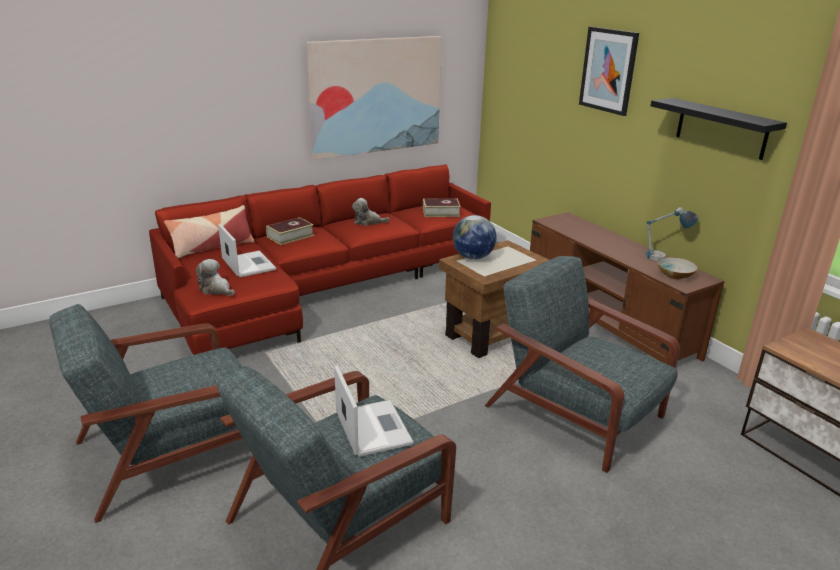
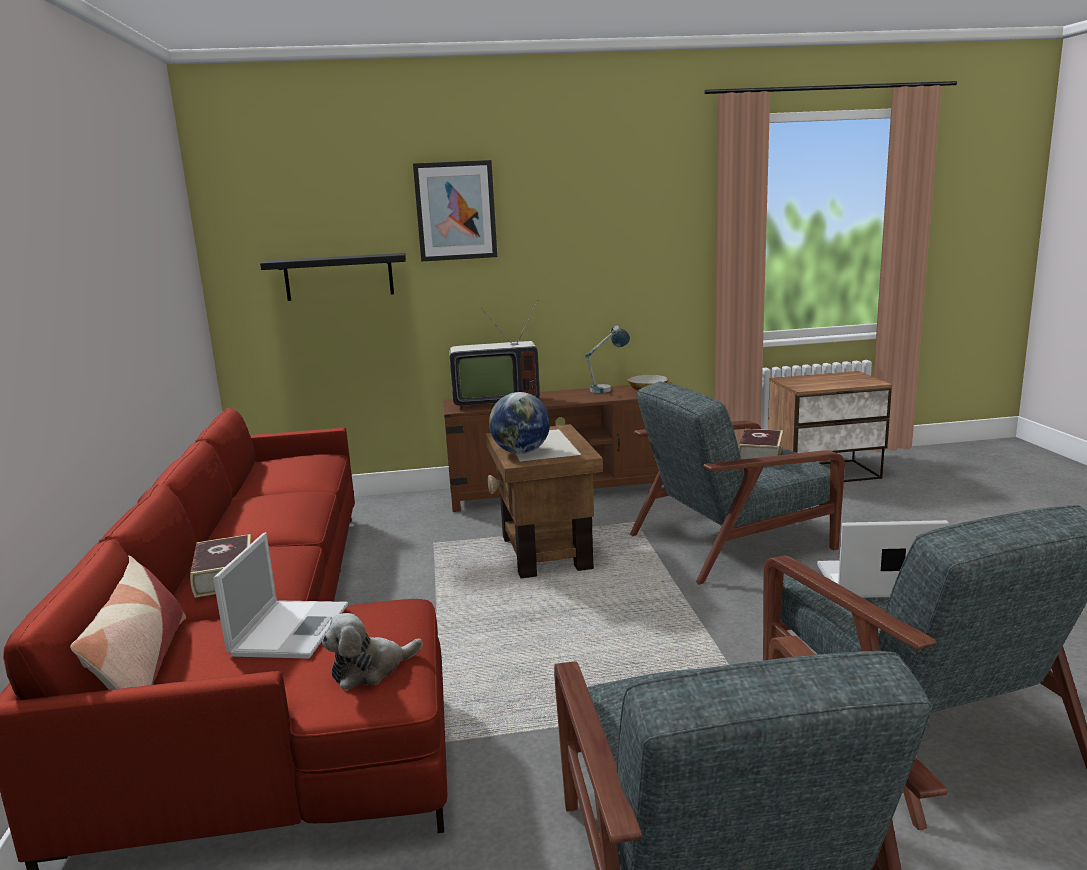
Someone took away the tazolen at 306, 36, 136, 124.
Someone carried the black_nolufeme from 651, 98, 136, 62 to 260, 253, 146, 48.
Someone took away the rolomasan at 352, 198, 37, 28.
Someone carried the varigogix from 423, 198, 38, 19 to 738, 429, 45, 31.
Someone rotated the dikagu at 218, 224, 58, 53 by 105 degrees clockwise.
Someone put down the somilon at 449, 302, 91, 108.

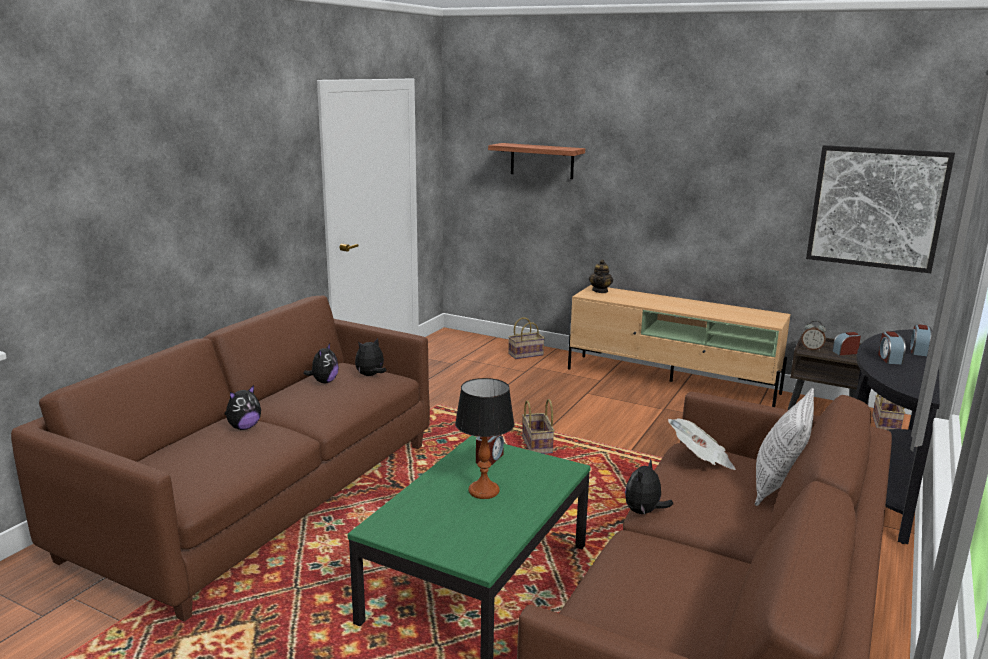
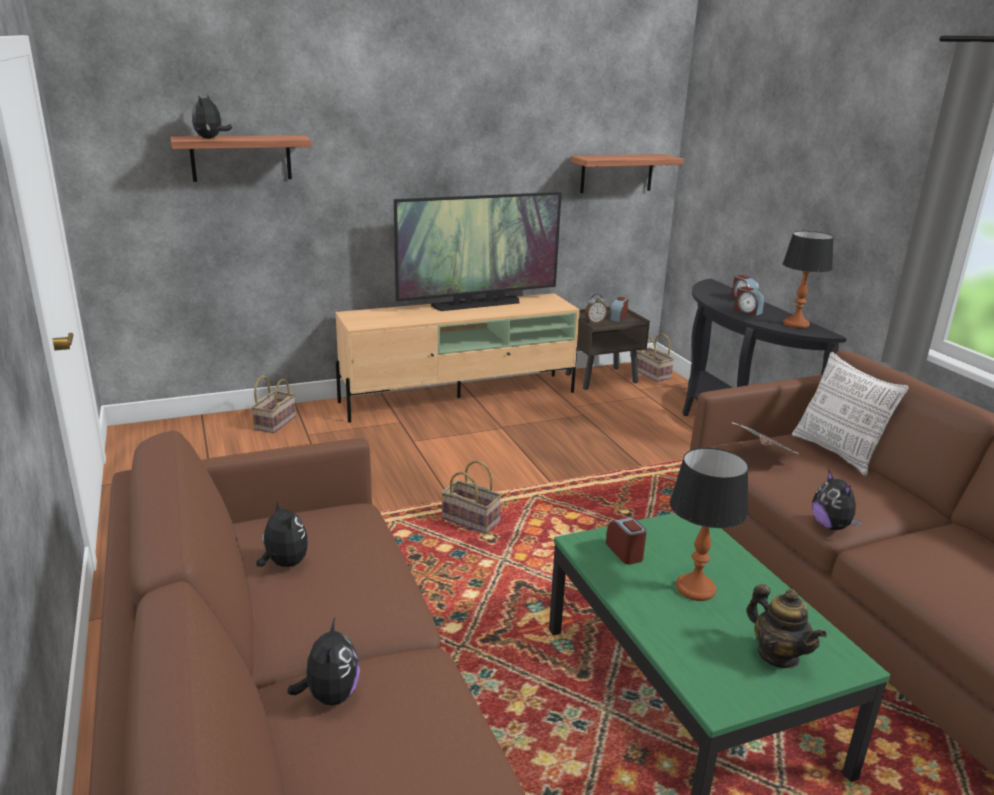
Someone swapped the tazolen at 806, 145, 149, 128 for the nolufeme at 570, 154, 114, 39.
Someone carried the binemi from 589, 259, 24, 34 to 747, 584, 80, 84.
Someone carried the rolomasan from 355, 338, 32, 38 to 192, 94, 40, 45.
Someone put down the somilon at 394, 192, 168, 119.
Someone put down the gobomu at 783, 231, 51, 97.

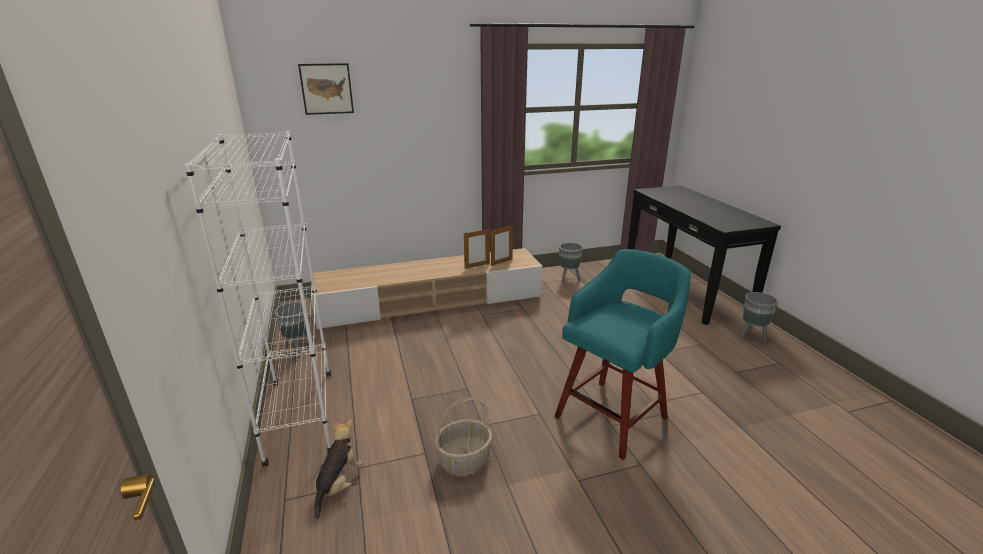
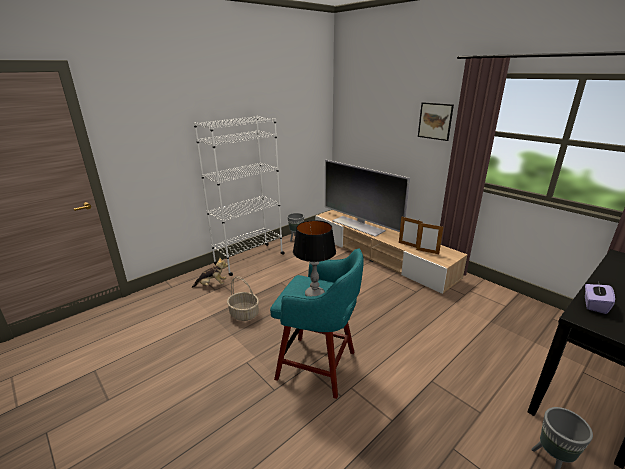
Someone carried the tazolen from 298, 63, 56, 52 to 418, 102, 36, 39.
Someone took away the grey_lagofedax at 559, 243, 24, 40.
Someone put down the somilon at 325, 159, 85, 78.
Someone put down the gobomu at 293, 220, 43, 76.
Someone put down the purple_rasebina at 585, 284, 30, 30.

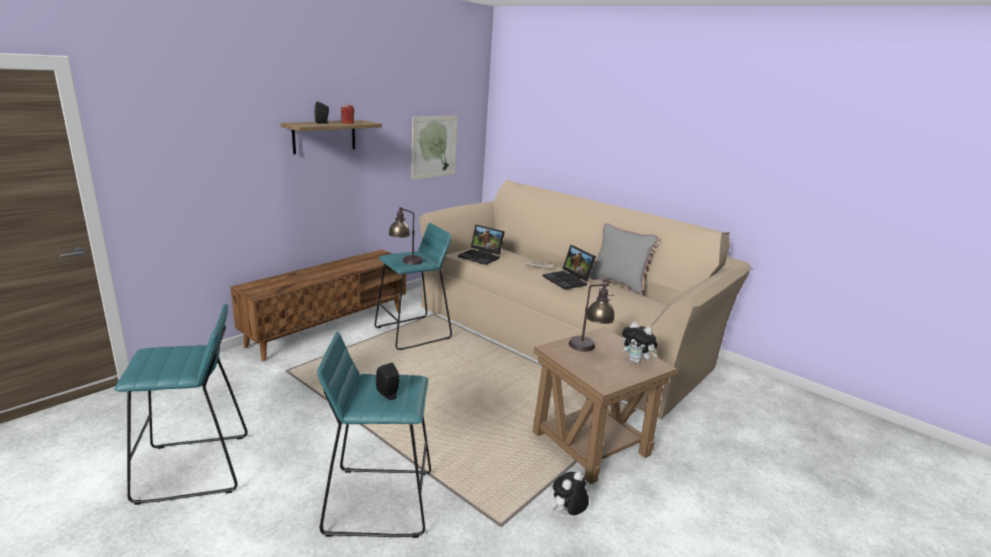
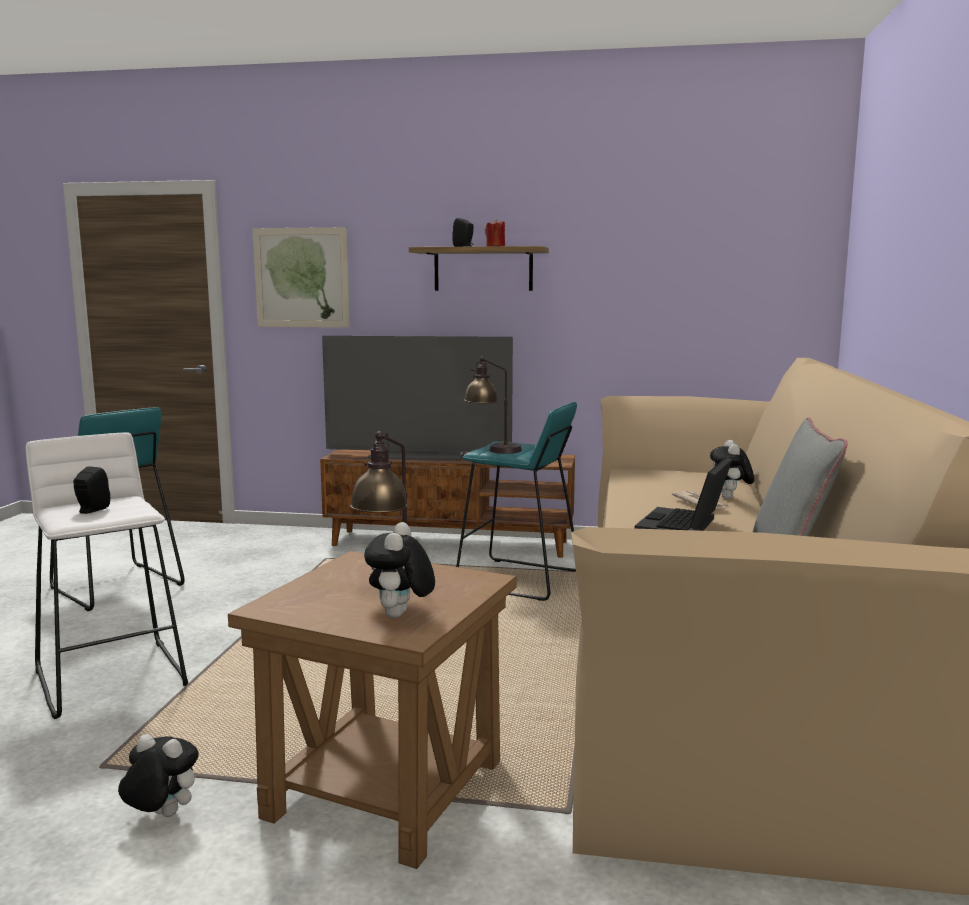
Someone carried the tazolen from 411, 115, 46, 65 to 253, 227, 97, 101.
Someone took away the dikagu at 458, 224, 47, 41.
Someone repainted the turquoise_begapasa at 317, 332, 114, 206, which became the white_begapasa at 26, 432, 162, 287.
Someone put down the somilon at 322, 336, 191, 125.
Someone put down the rolomasan at 710, 440, 44, 59.

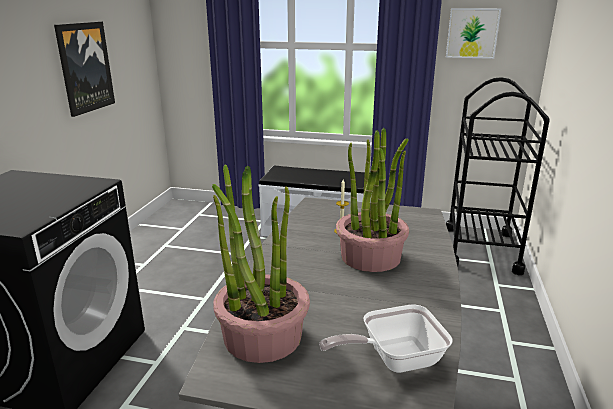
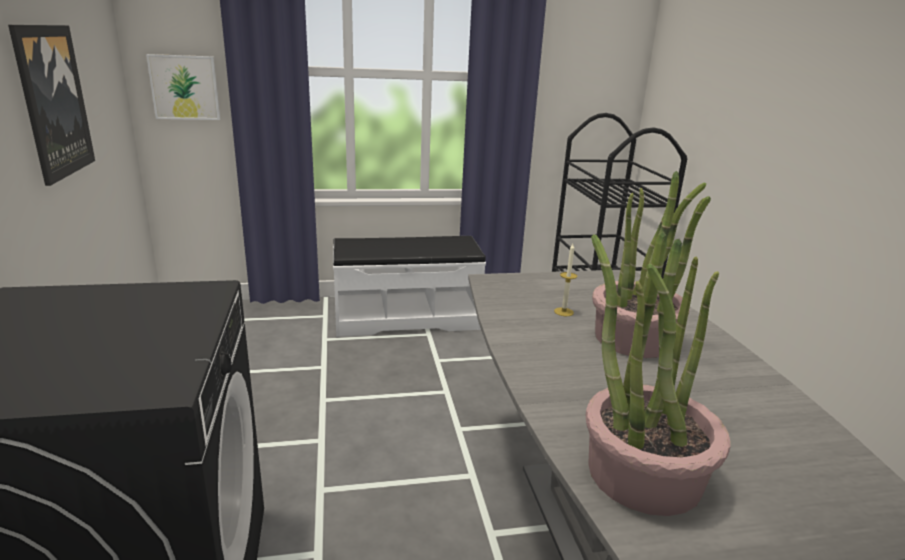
Someone carried the tazolen from 446, 8, 55, 51 to 146, 54, 74, 66.
Someone took away the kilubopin at 319, 304, 134, 69.

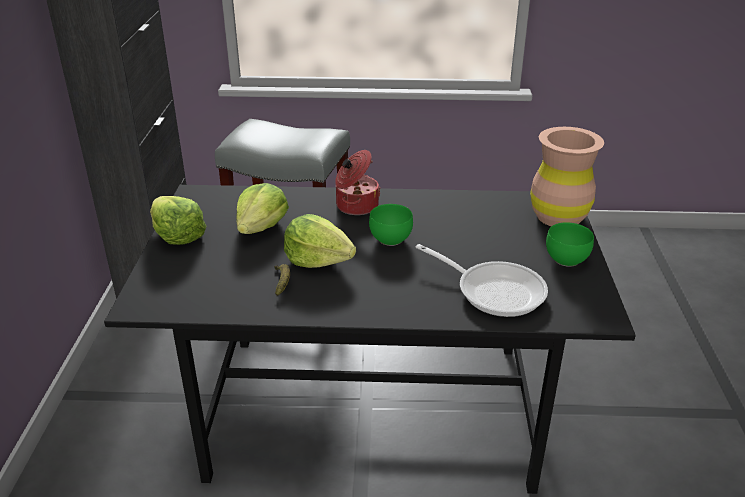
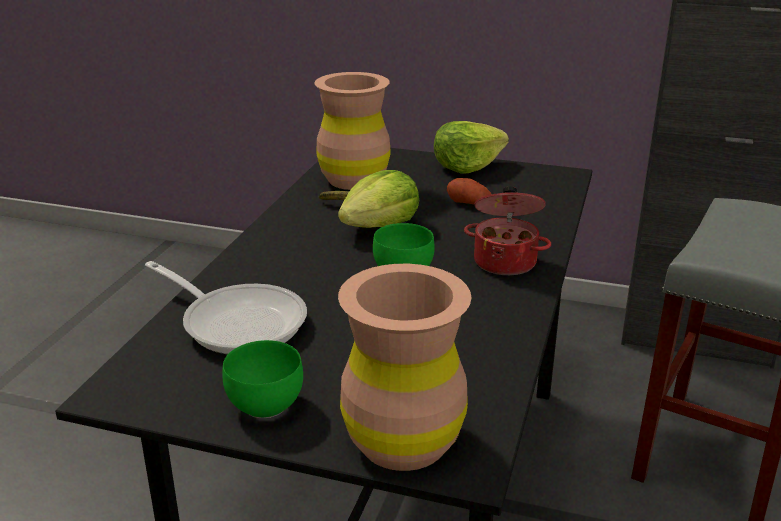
Someone swapped the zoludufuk at 236, 183, 53, 51 for the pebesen at 447, 178, 44, 26.
Someone rotated the kilubopin at 416, 244, 132, 73 by 105 degrees counterclockwise.
Someone put down the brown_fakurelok at 314, 72, 77, 118.

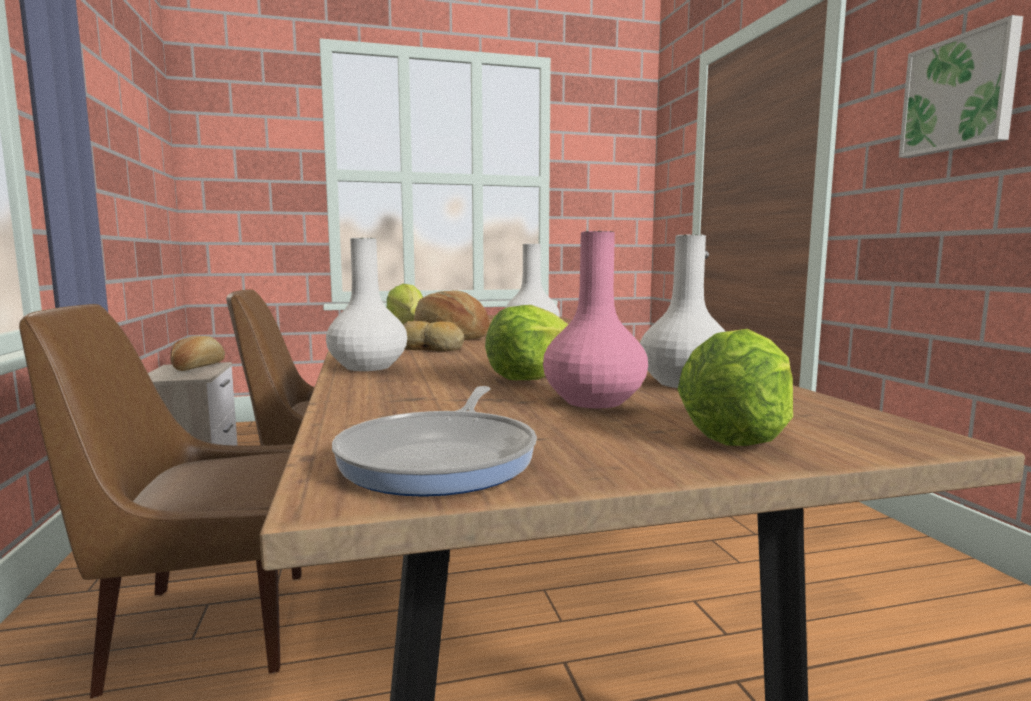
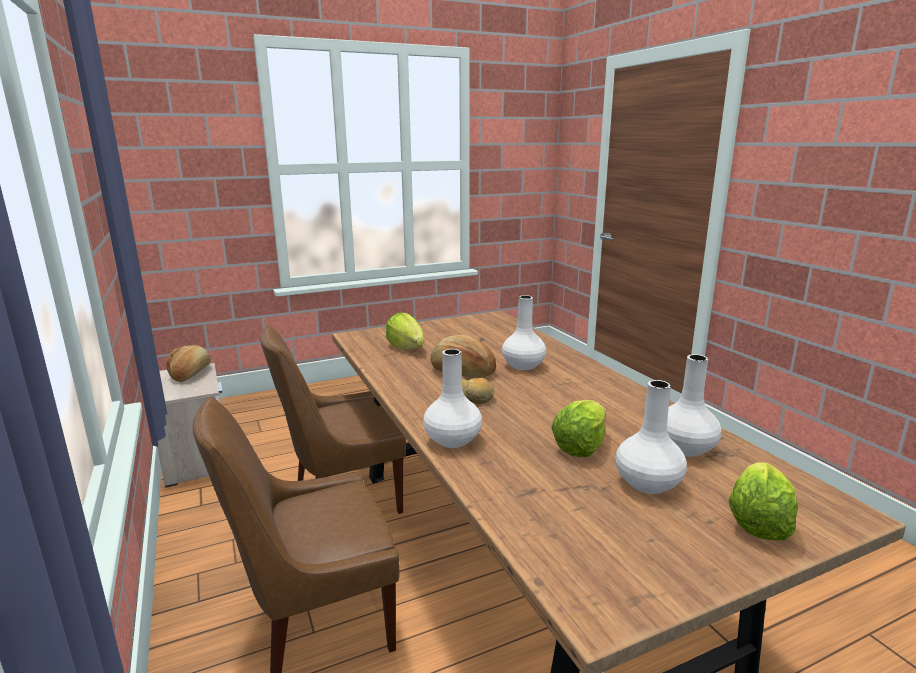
Someone took away the tazolen at 899, 15, 124, 143.
Someone repainted the pink_fakurelok at 543, 231, 105, 177, which became the white_fakurelok at 615, 380, 72, 114.
Someone took away the kilubopin at 332, 386, 205, 111.

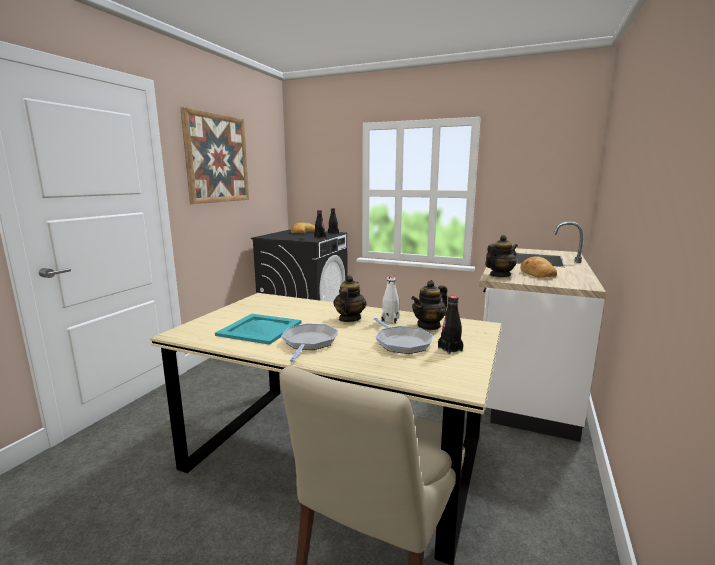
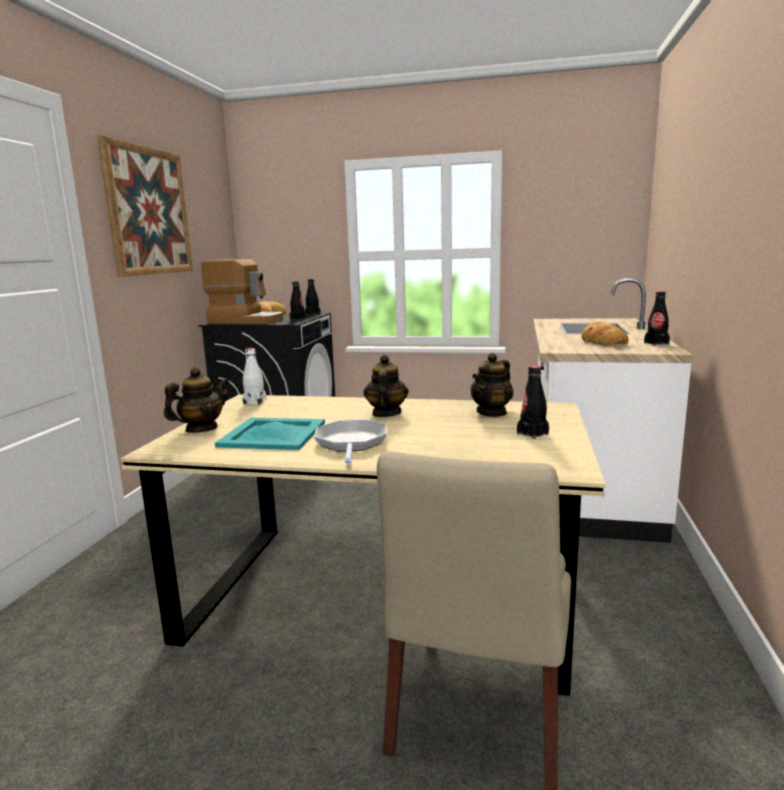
Someone carried the binemi from 485, 235, 33, 42 to 164, 367, 65, 66.
Someone carried the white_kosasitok from 381, 275, 18, 48 to 243, 348, 23, 57.
Someone took away the kilubopin at 374, 318, 59, 36.
Someone put down the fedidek at 201, 259, 82, 65.
Someone put down the black_kosasitok at 644, 291, 26, 55.

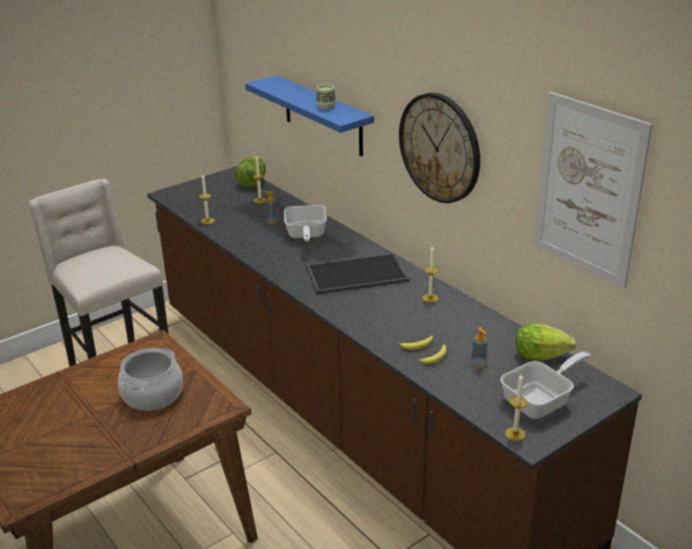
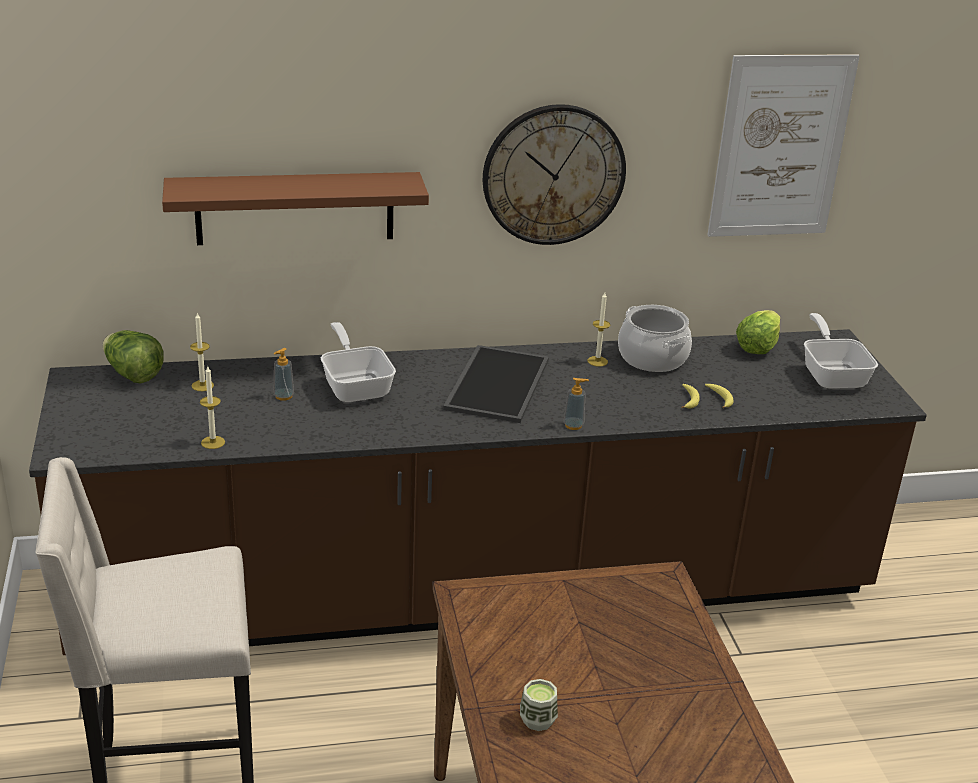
Someone repainted the blue_nolufeme at 245, 75, 129, 82, which became the brown_nolufeme at 162, 172, 267, 73.
Someone carried the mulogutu from 316, 85, 20, 25 to 520, 679, 38, 52.
Someone rotated the kilubopin at 284, 205, 43, 37 by 135 degrees counterclockwise.
Someone carried the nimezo from 470, 327, 17, 42 to 563, 378, 26, 52.
Someone carried the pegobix from 118, 348, 65, 63 to 618, 305, 74, 67.
Someone took away the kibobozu at 505, 373, 22, 68.

